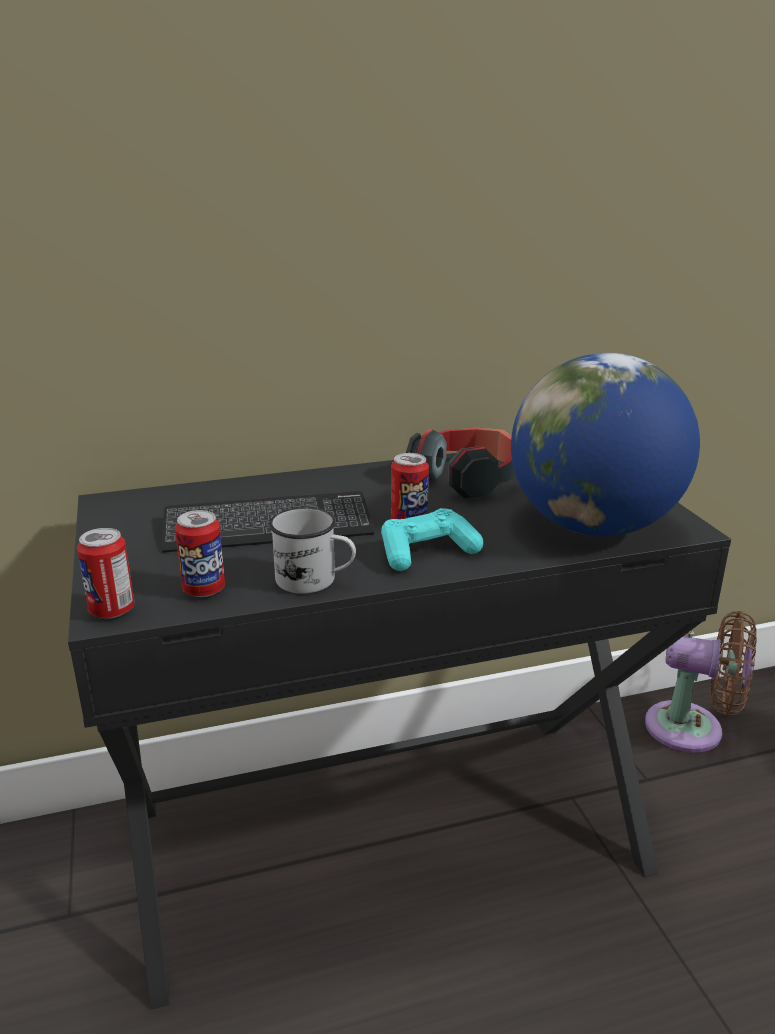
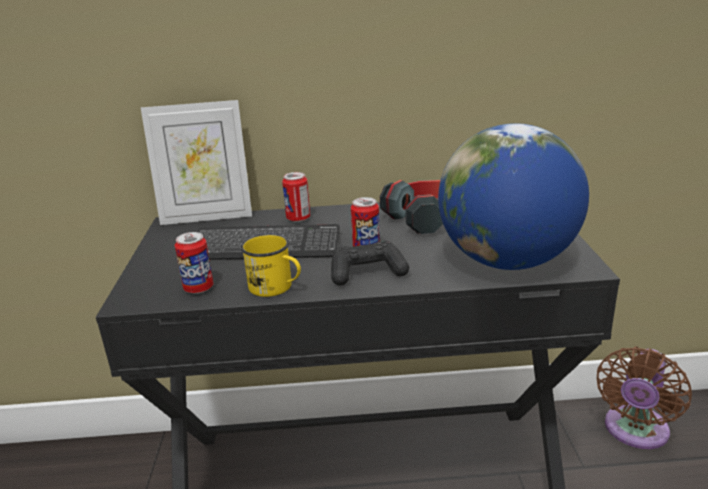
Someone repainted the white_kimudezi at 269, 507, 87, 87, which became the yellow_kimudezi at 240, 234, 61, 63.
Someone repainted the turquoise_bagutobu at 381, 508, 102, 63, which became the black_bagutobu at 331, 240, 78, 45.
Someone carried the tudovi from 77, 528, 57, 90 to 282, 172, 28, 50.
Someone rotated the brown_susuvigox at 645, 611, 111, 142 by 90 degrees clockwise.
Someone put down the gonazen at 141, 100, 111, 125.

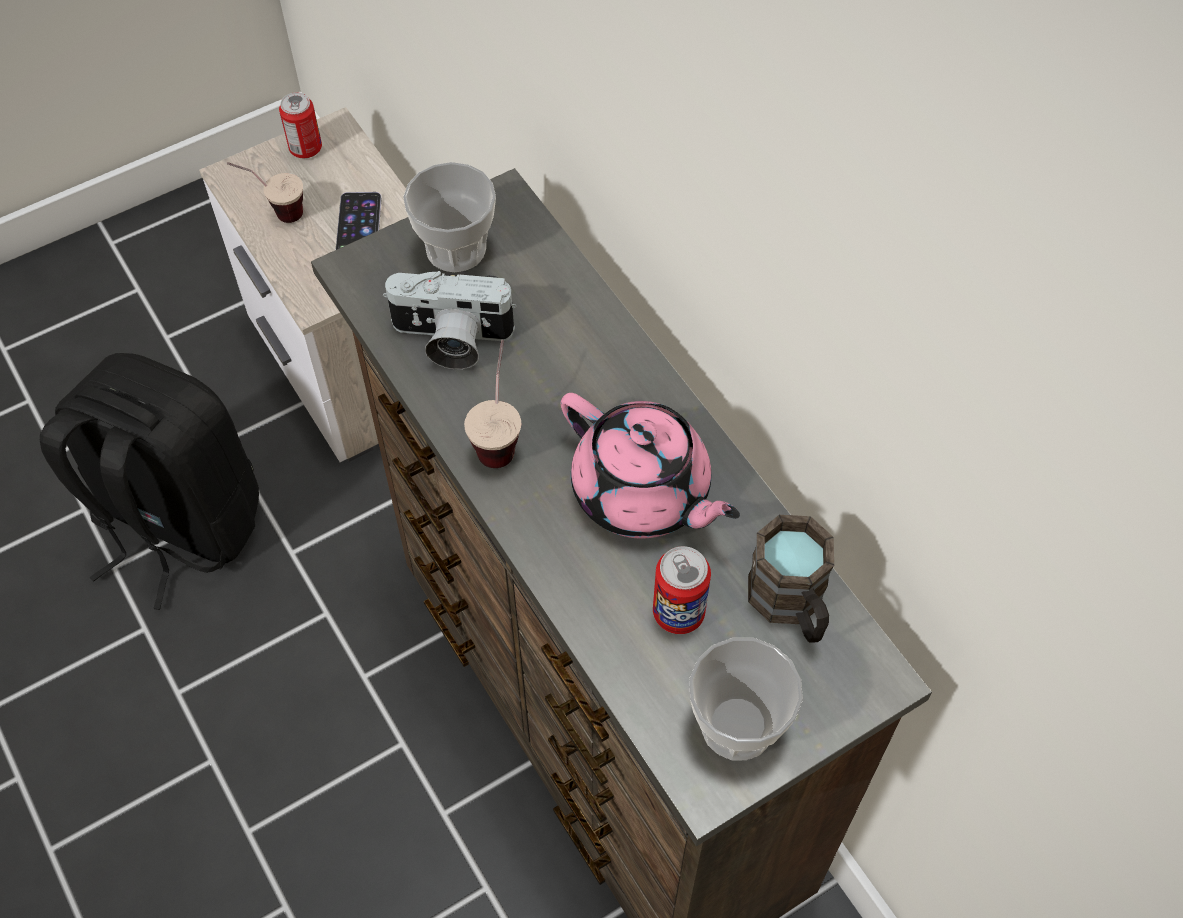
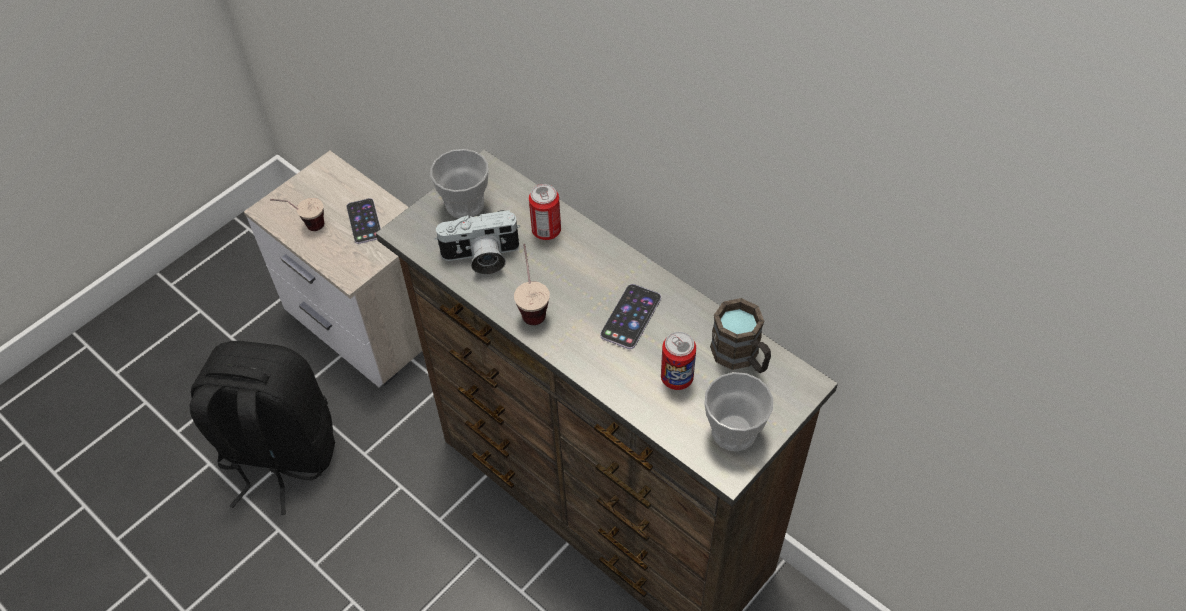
Someone carried the tudovi from 279, 92, 43, 66 to 529, 184, 32, 56.
Someone swapped the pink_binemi at 561, 393, 179, 146 for the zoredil at 600, 284, 61, 65.

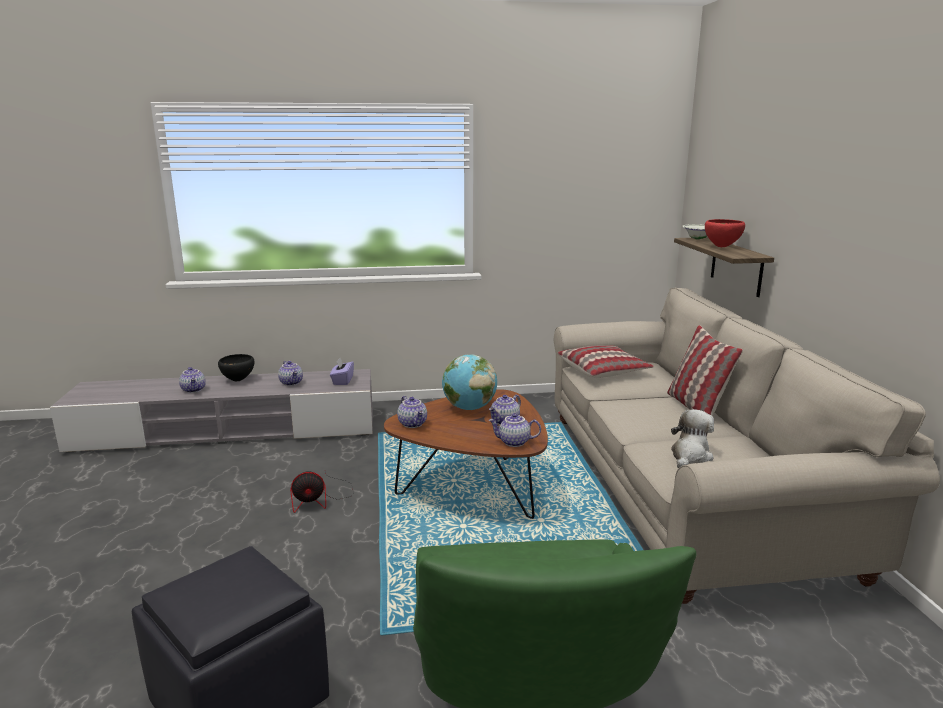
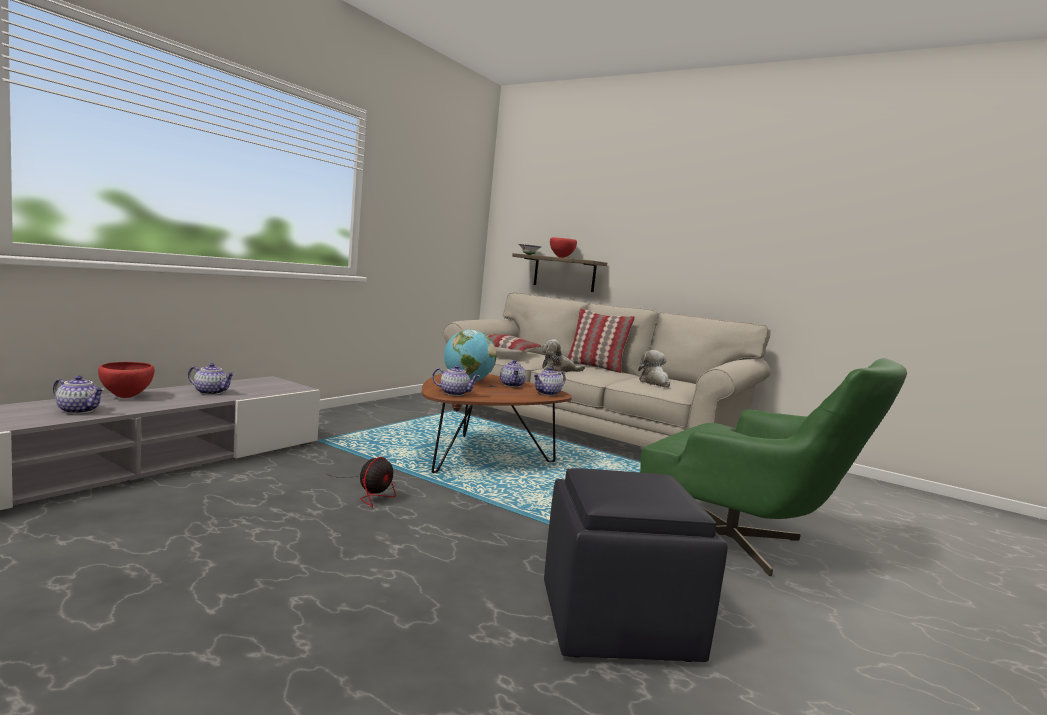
Someone repainted the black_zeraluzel at 218, 354, 37, 27, which became the red_zeraluzel at 98, 362, 56, 36.
Someone took away the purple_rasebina at 330, 358, 24, 27.
Someone put down the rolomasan at 541, 339, 44, 33.

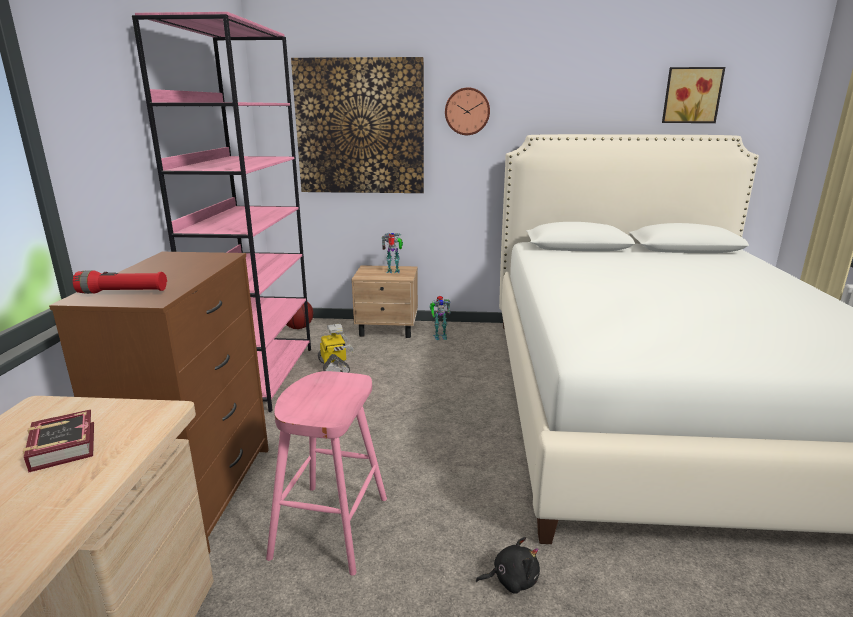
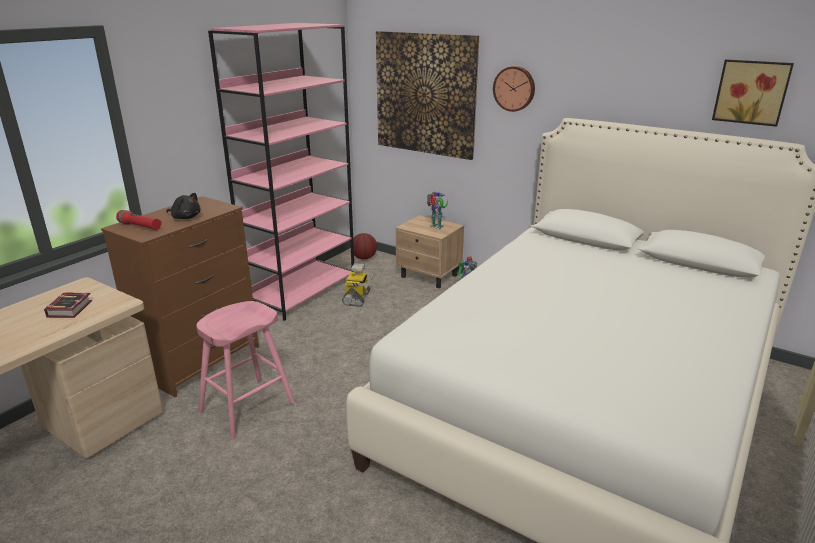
Someone carried the black_rolomasan from 476, 537, 64, 57 to 166, 193, 34, 26.

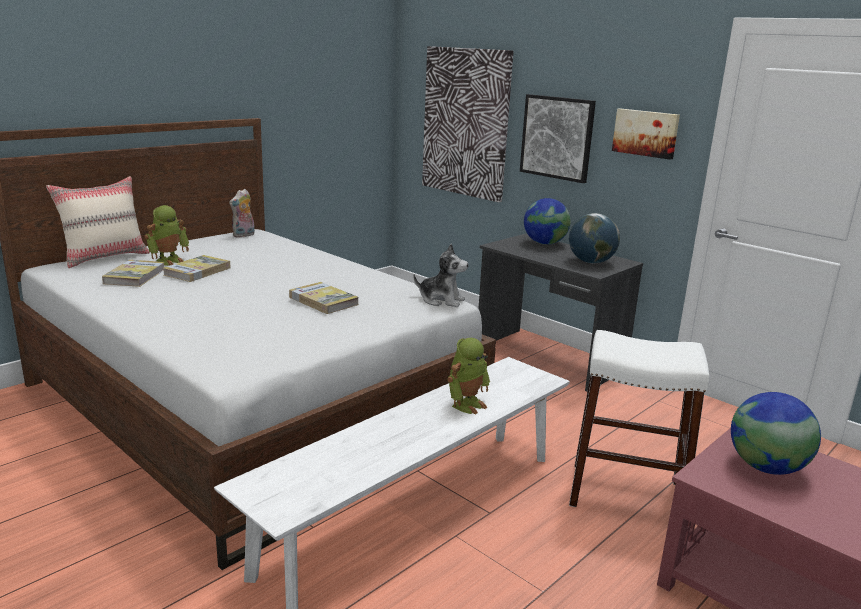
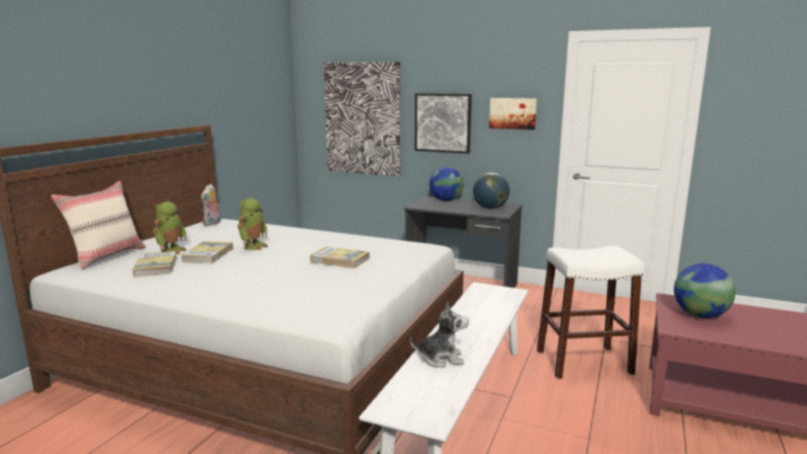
Someone carried the rolomasan from 413, 244, 55, 63 to 410, 302, 59, 66.
Someone carried the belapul from 448, 338, 42, 76 to 237, 198, 31, 52.

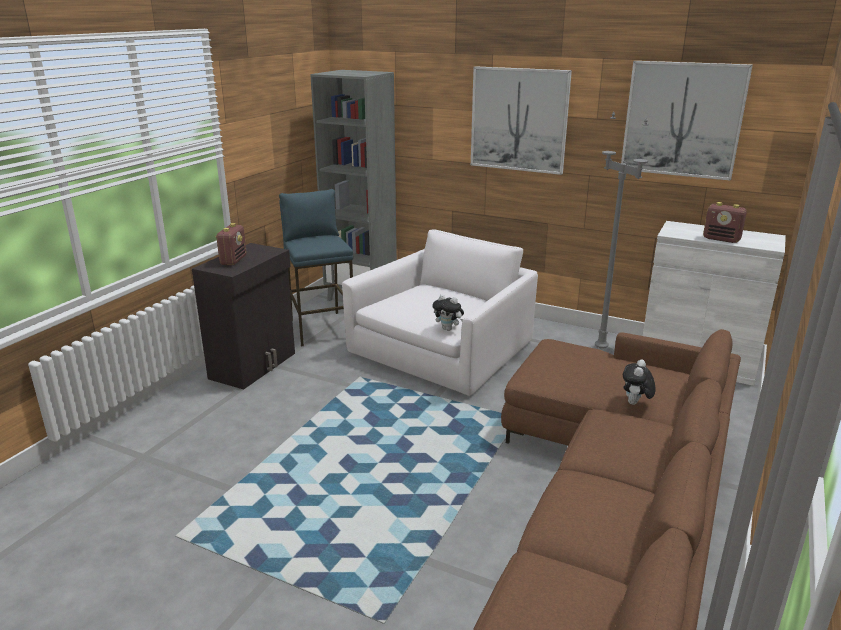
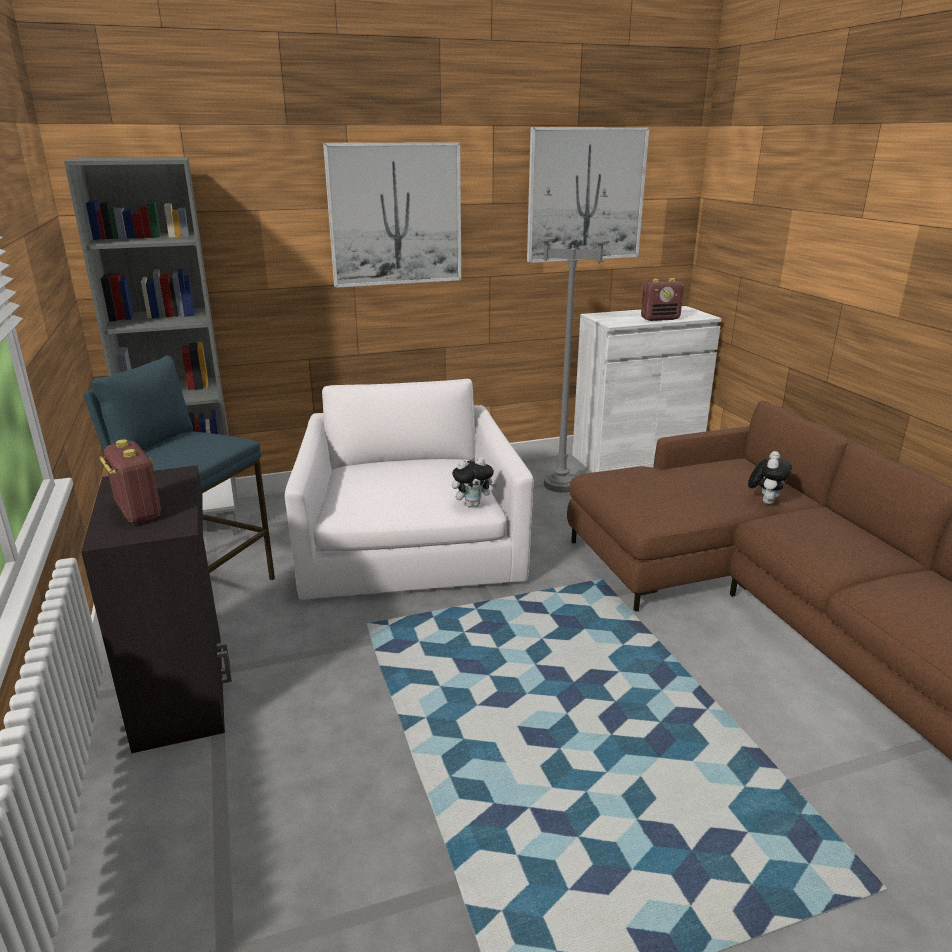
Someone rotated the rolomasan at 623, 359, 33, 46 by 135 degrees counterclockwise.

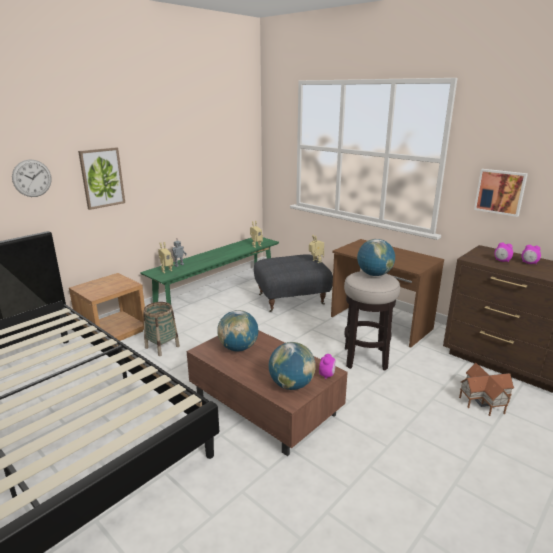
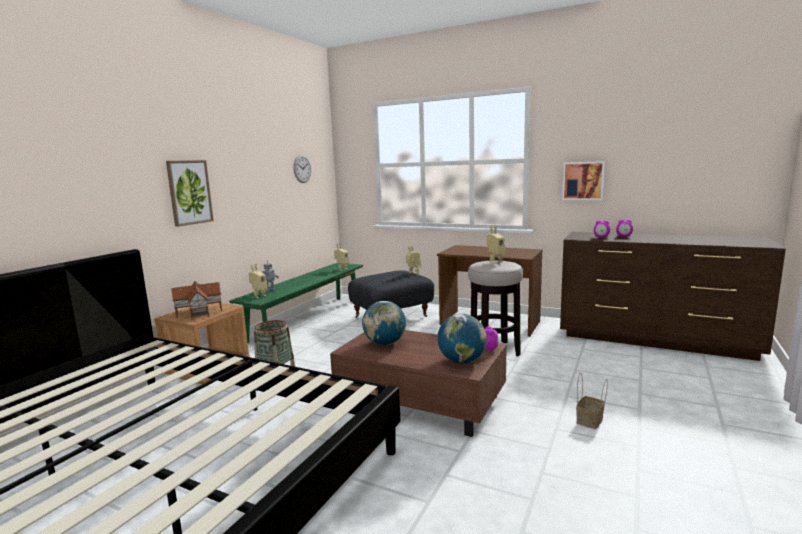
Someone carried the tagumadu from 12, 160, 40, 37 to 293, 155, 19, 28.
Someone swapped the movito at 357, 239, 38, 37 for the belapul at 486, 225, 19, 38.
Someone carried the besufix from 459, 363, 55, 53 to 171, 281, 51, 39.
Someone put down the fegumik at 576, 373, 32, 56.

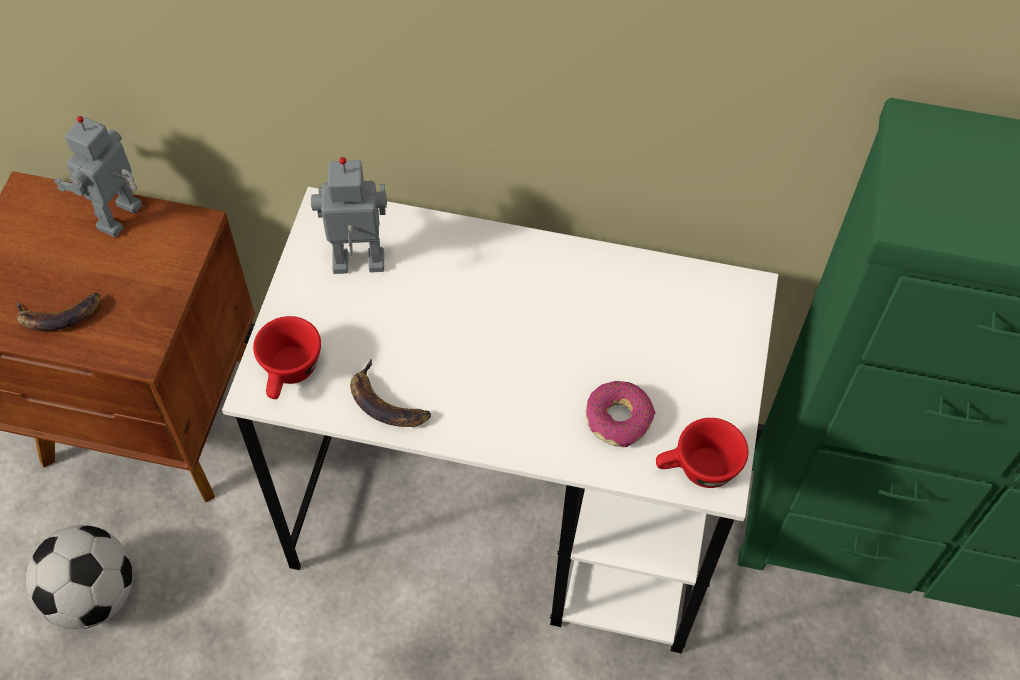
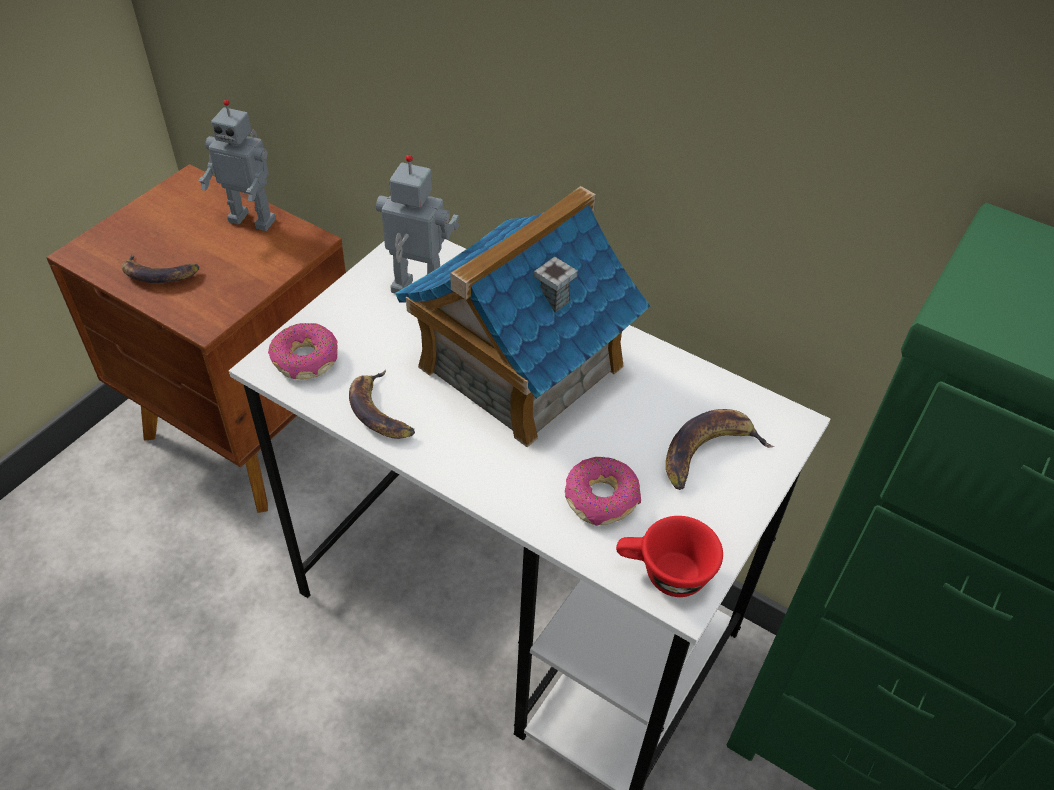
Someone rotated the belapul at 54, 116, 88, 121 by 120 degrees counterclockwise.
Someone swapped the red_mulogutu at 253, 316, 68, 83 for the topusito at 268, 323, 70, 57.
Someone took away the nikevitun at 25, 525, 108, 105.
Someone put down the besufix at 395, 186, 255, 261.
Someone put down the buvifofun at 666, 409, 109, 81.

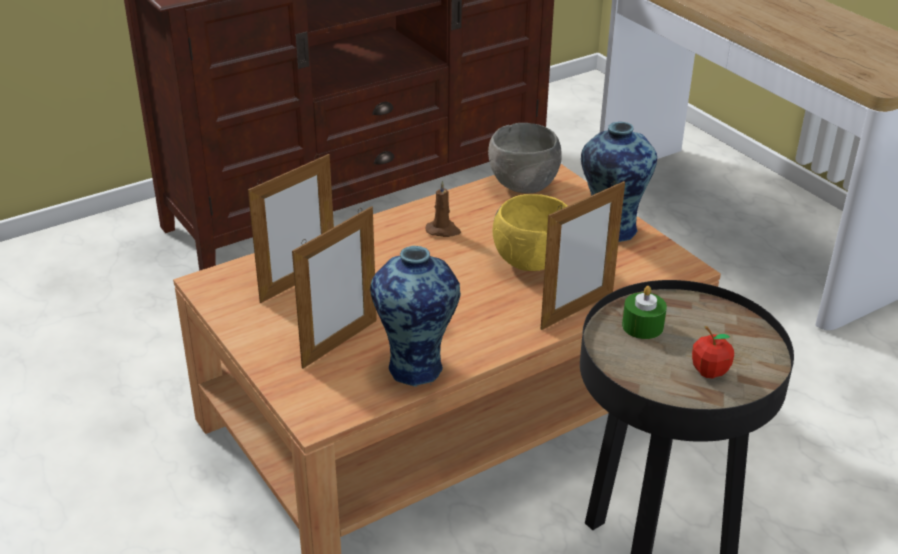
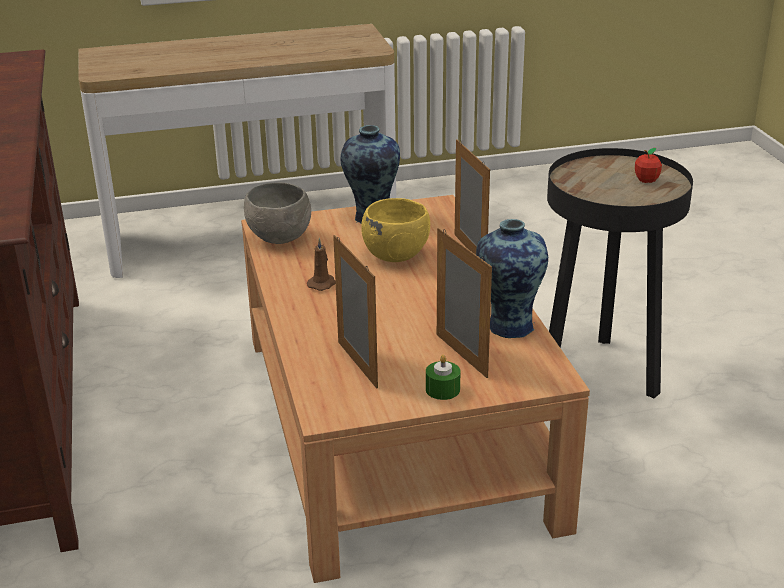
Someone carried the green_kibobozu from 622, 286, 45, 53 to 426, 355, 34, 45.

